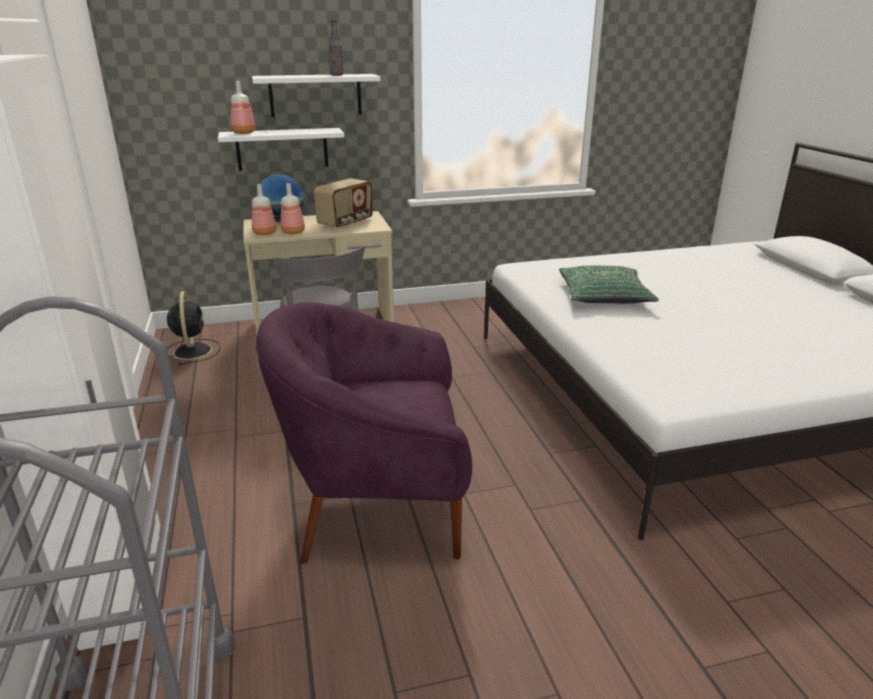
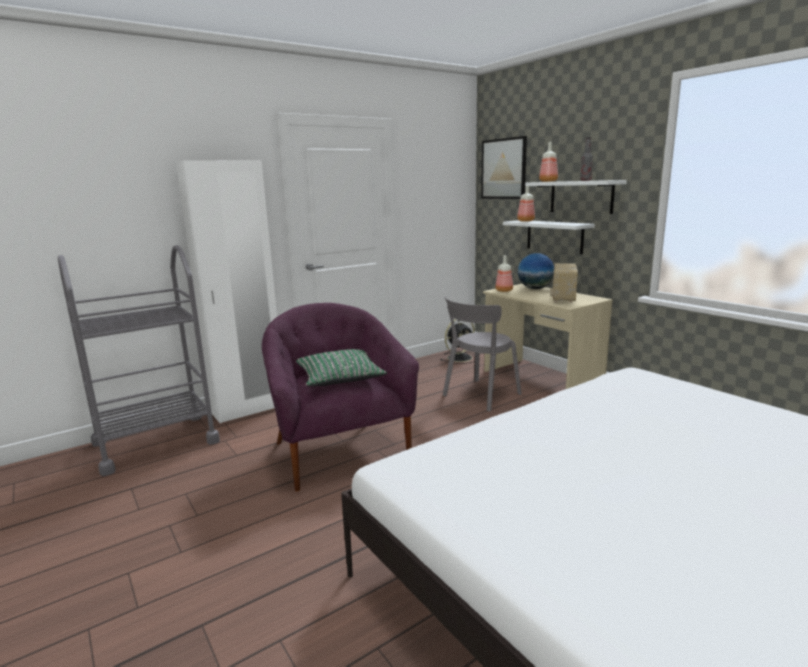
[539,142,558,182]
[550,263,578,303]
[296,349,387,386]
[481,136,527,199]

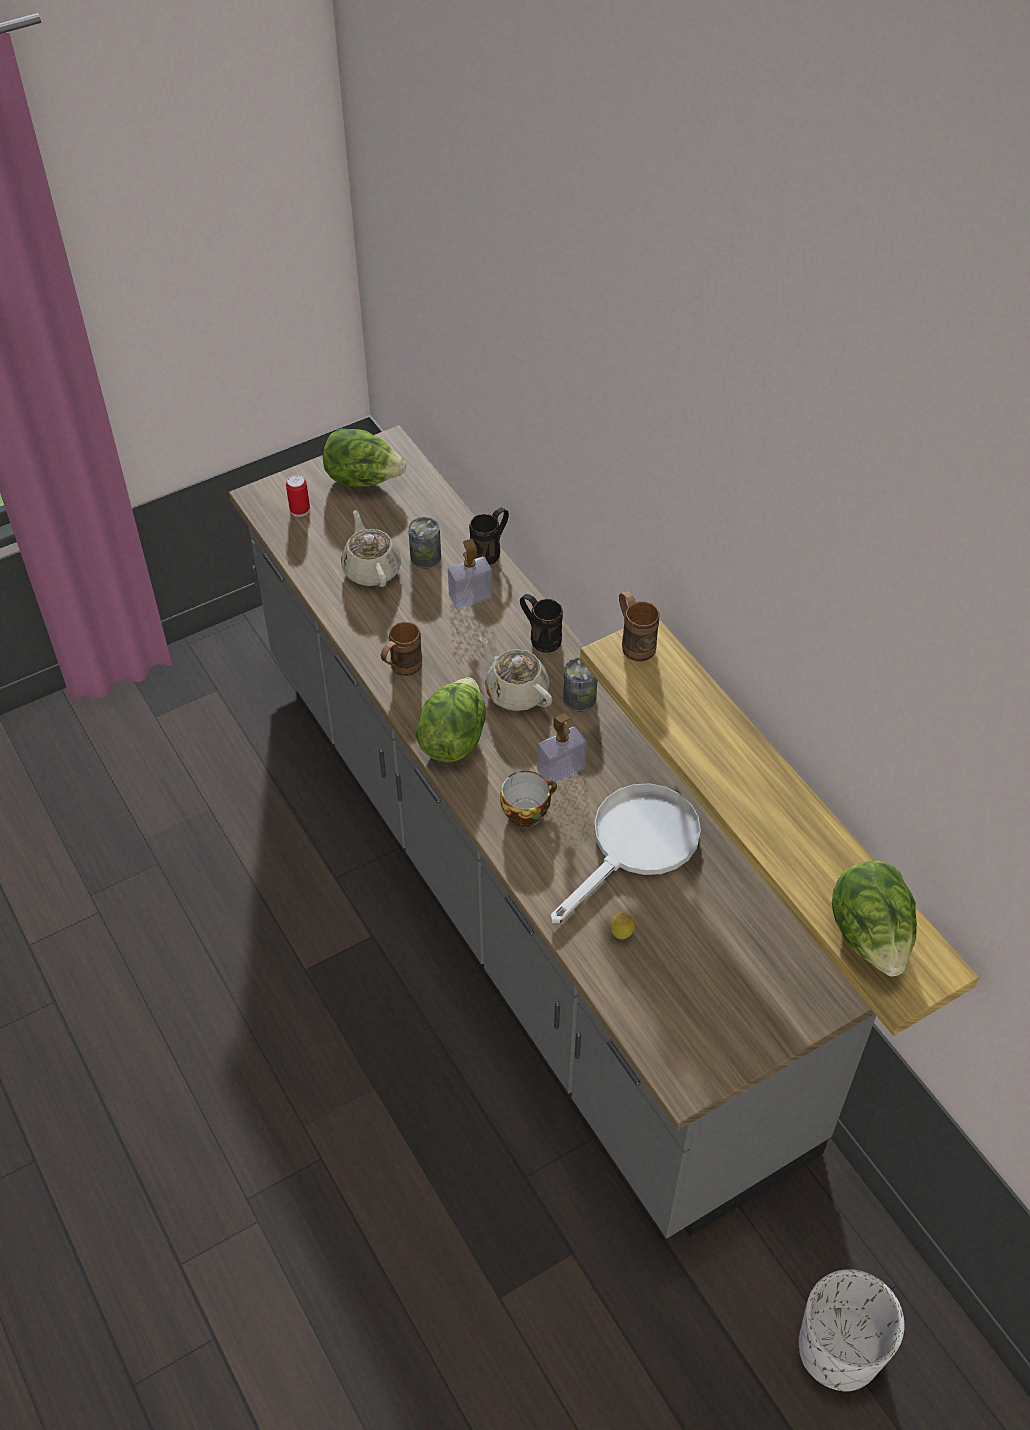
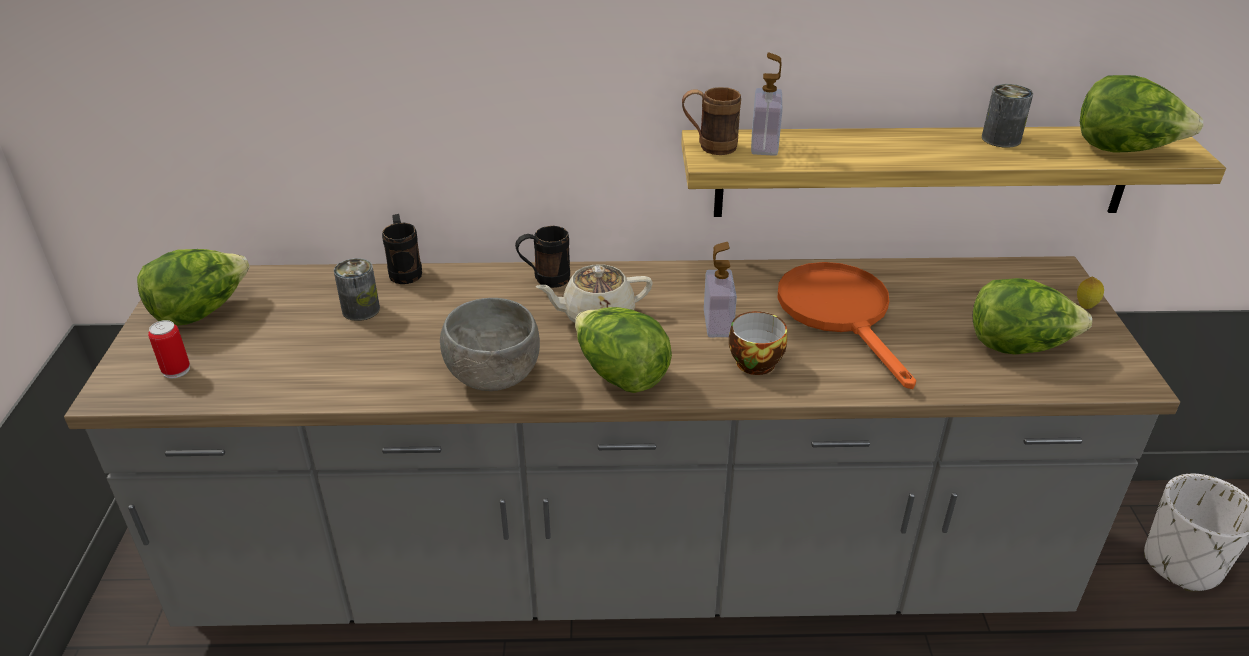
[341,510,401,587] (first image)
[440,298,540,391]
[751,52,782,156]
[777,262,916,389]
[982,84,1033,148]
[1077,277,1104,309]
[973,278,1092,355]

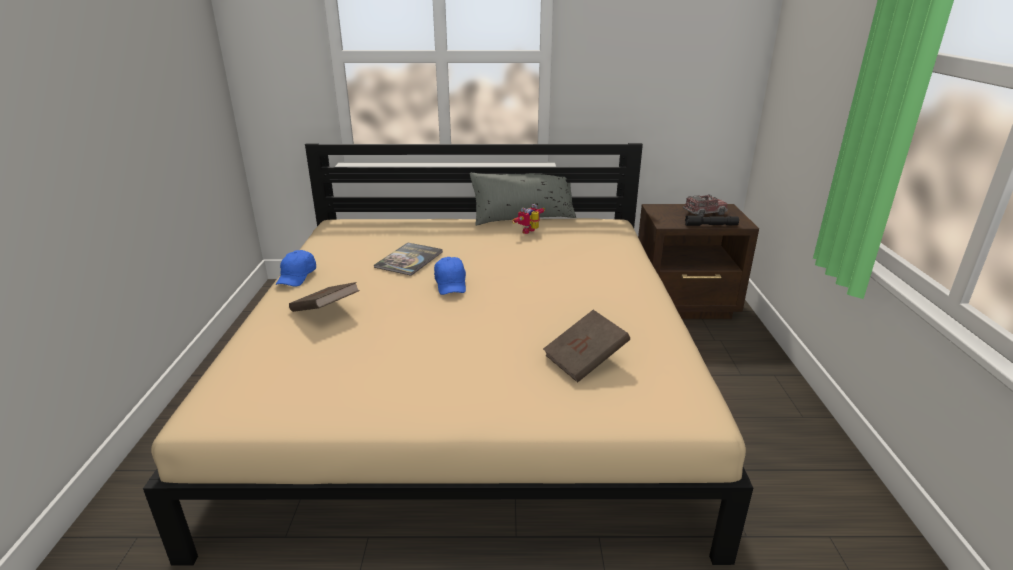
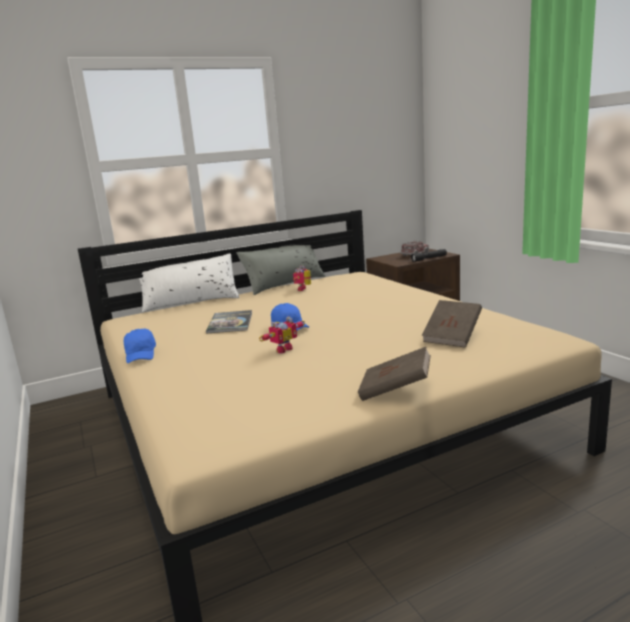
[358,347,431,401]
[139,253,240,312]
[259,316,305,353]

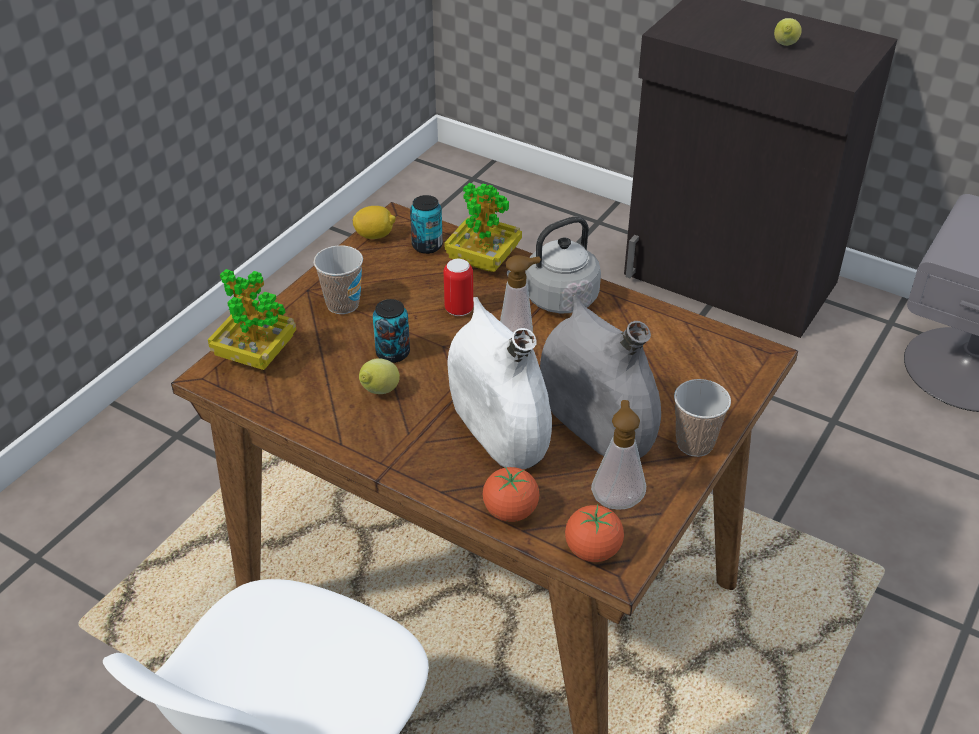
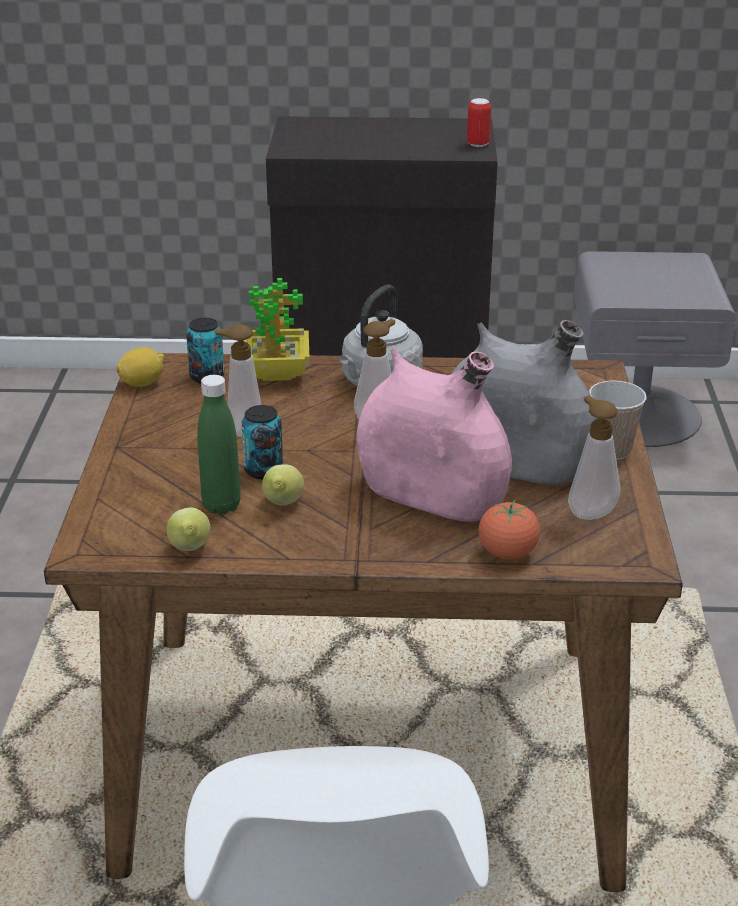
[208,269,296,370] (first image)
[313,245,363,314] (first image)
[467,98,492,147]
[357,348,512,522]
[565,504,624,562] (first image)
[167,507,210,551]
[197,375,241,515]
[214,324,261,437]

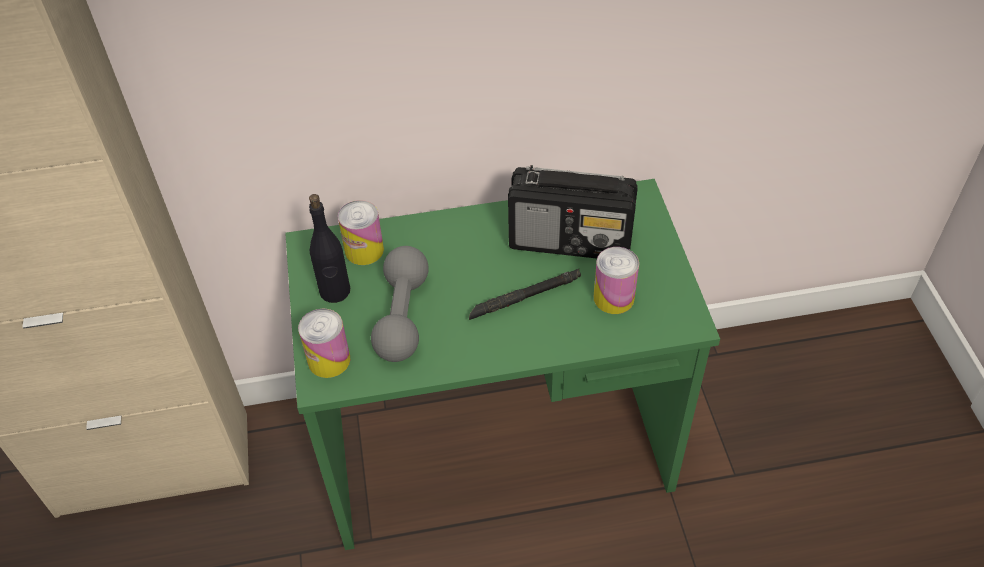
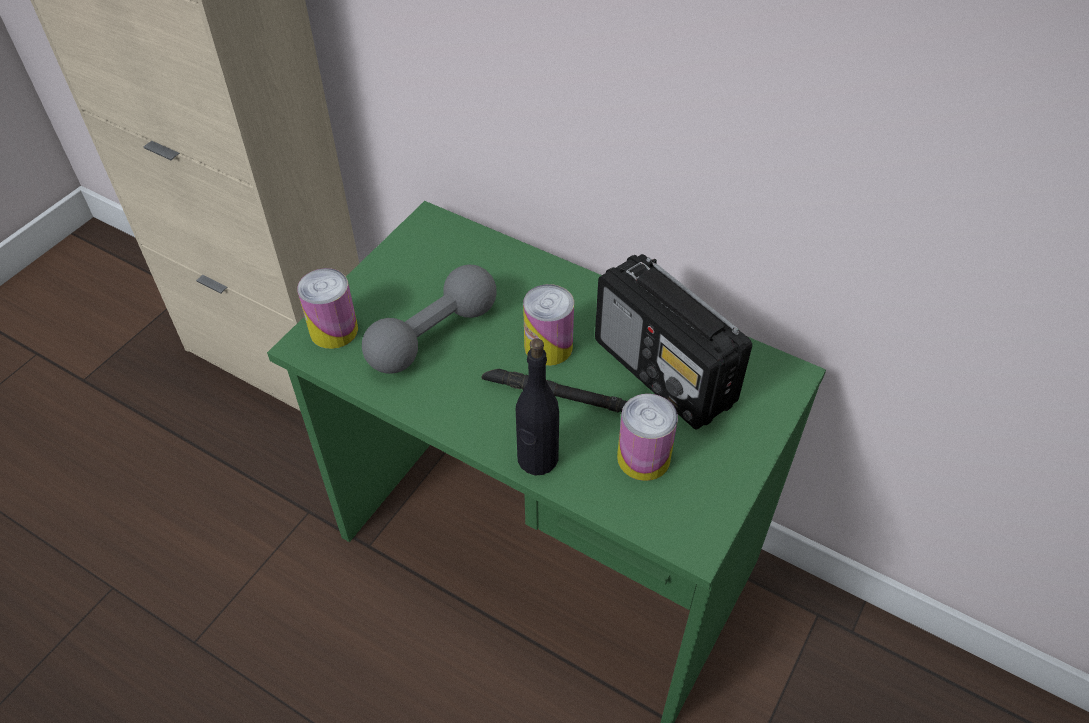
[516,338,559,476]
[523,284,574,366]

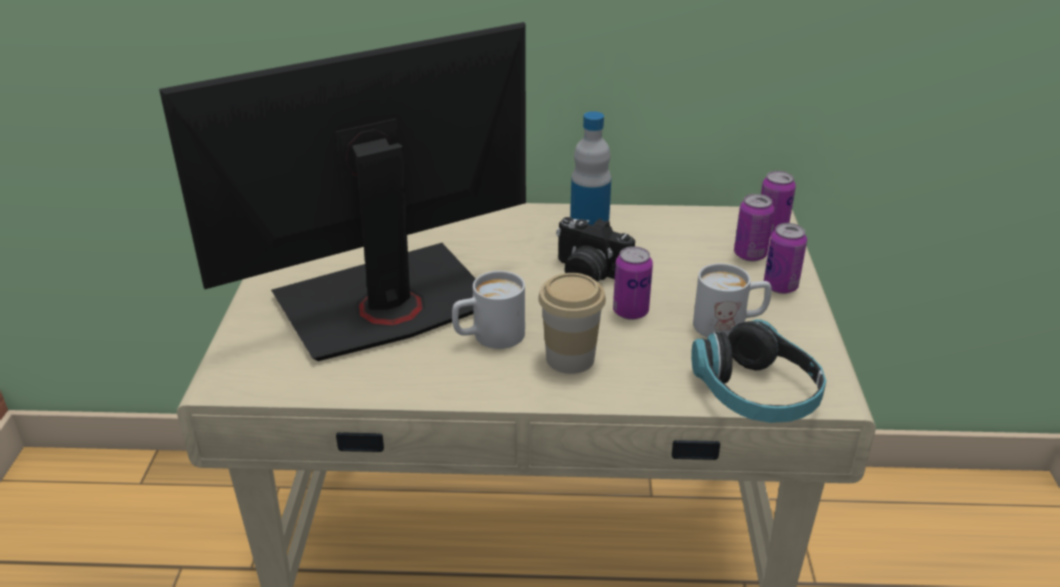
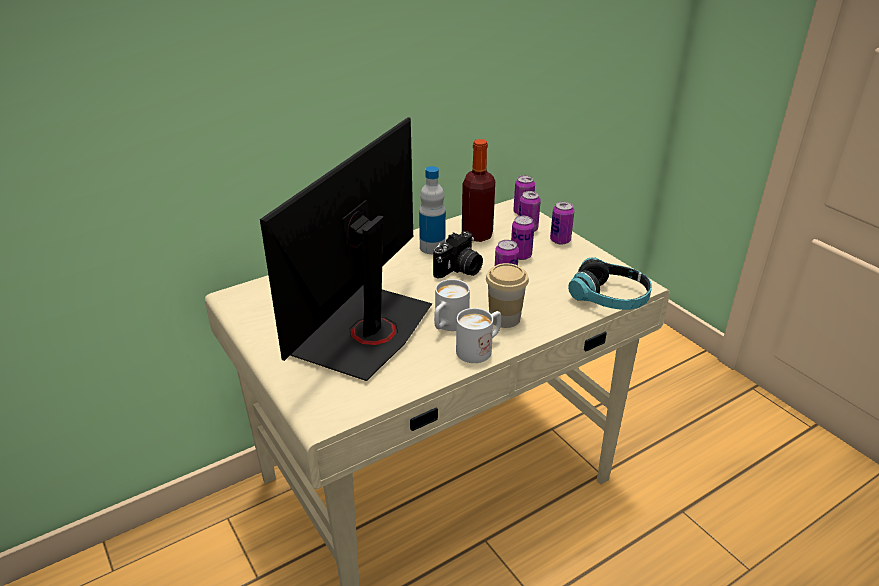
[433,231,483,279]
[456,308,501,363]
[462,139,495,242]
[511,216,534,260]

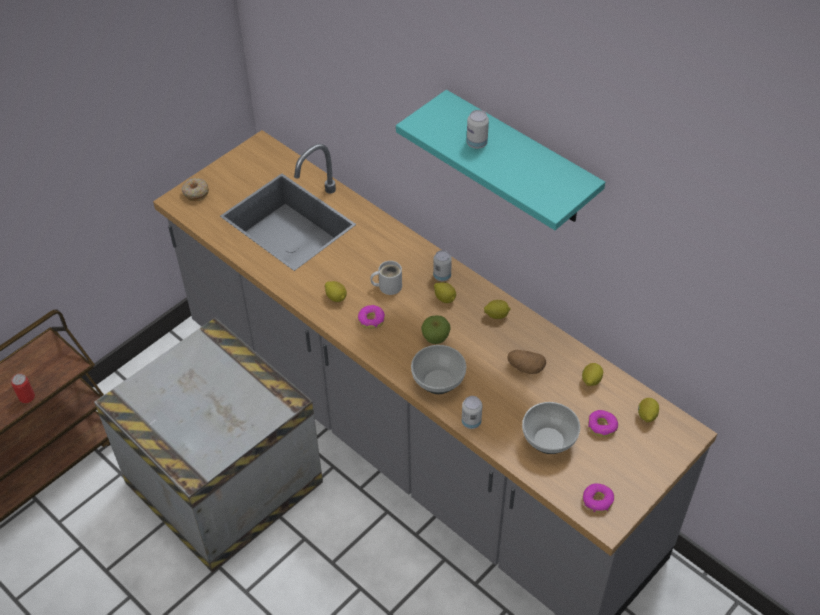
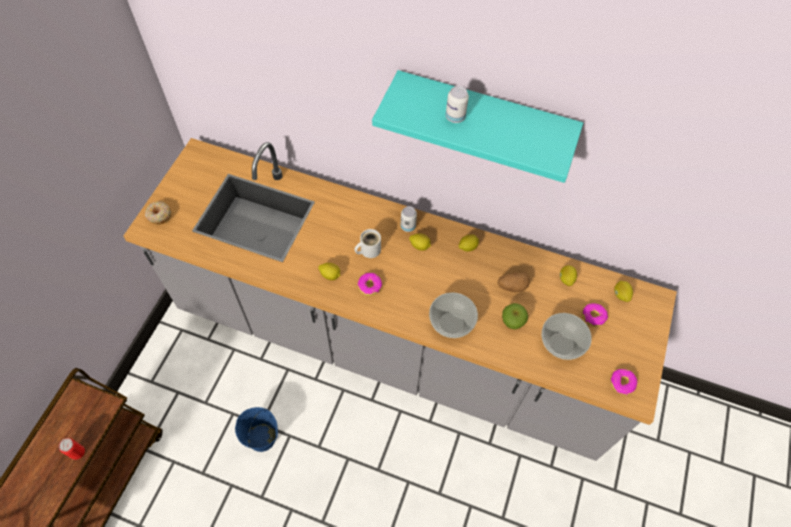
[235,407,278,452]
[502,303,528,329]
[462,396,482,429] (first image)

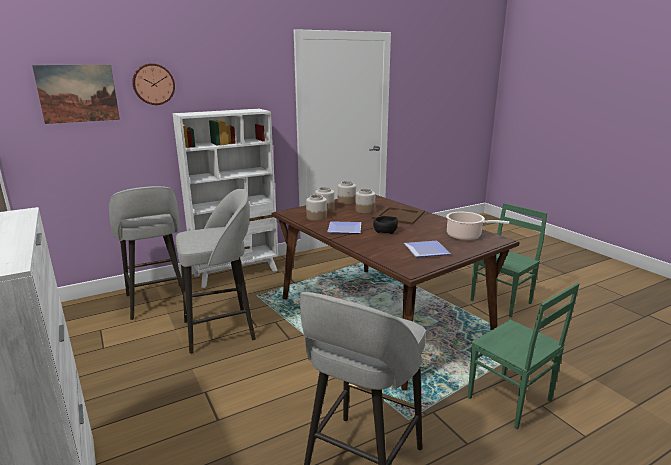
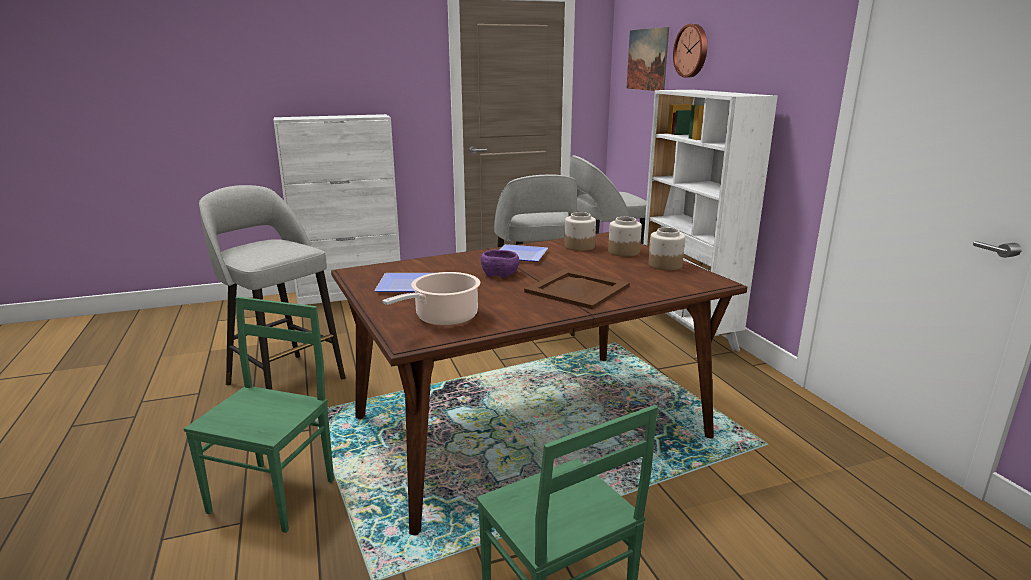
[356,189,375,214] (first image)
[481,250,519,278]
[184,297,334,533]

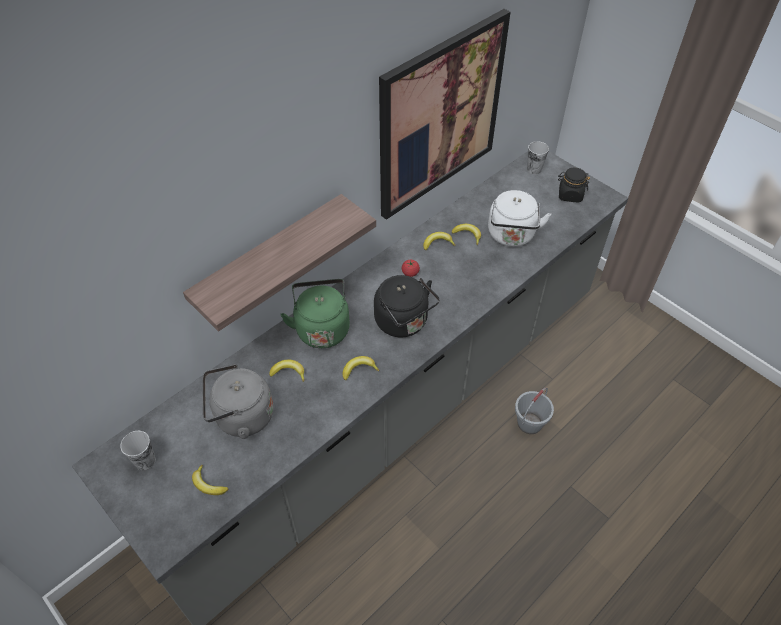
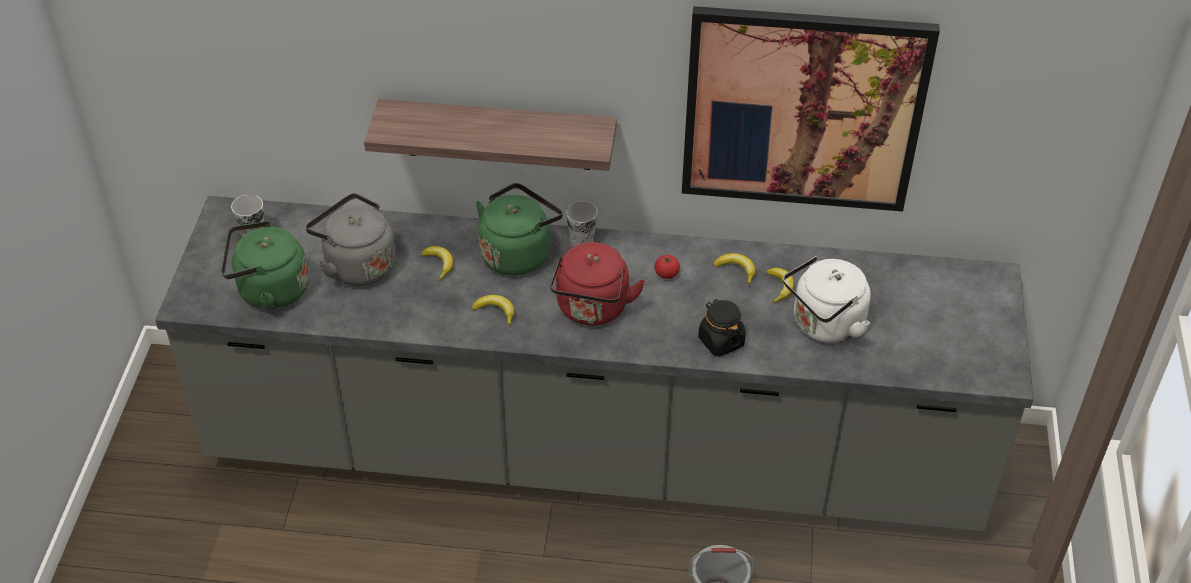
[221,221,309,310]
[550,242,645,325]
[566,201,598,247]
[698,299,746,357]

